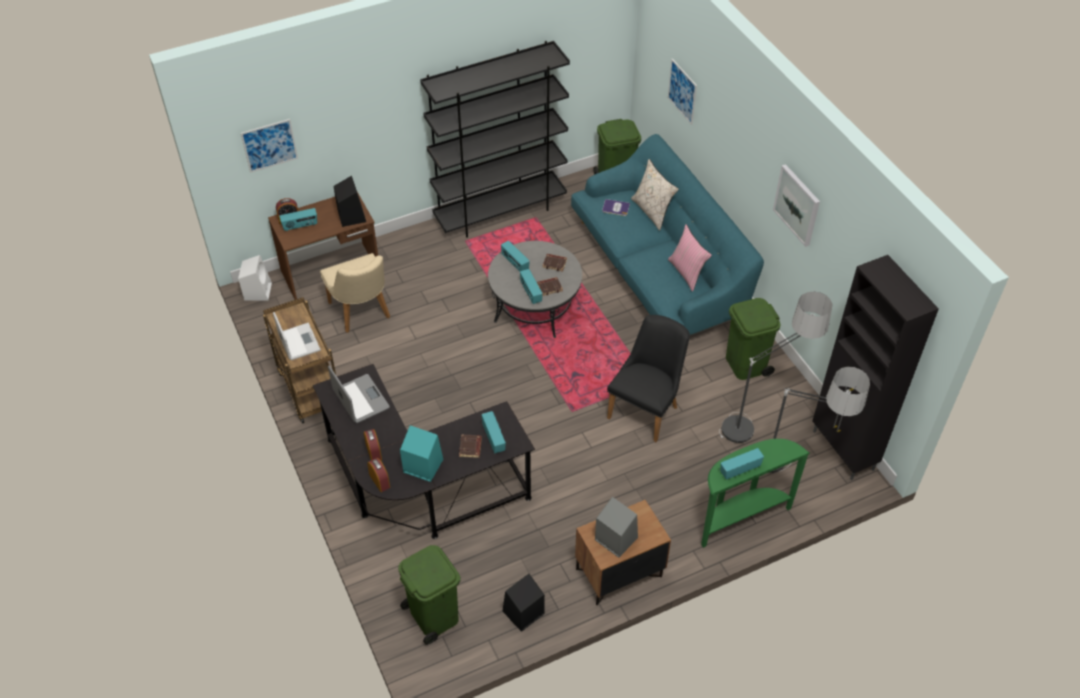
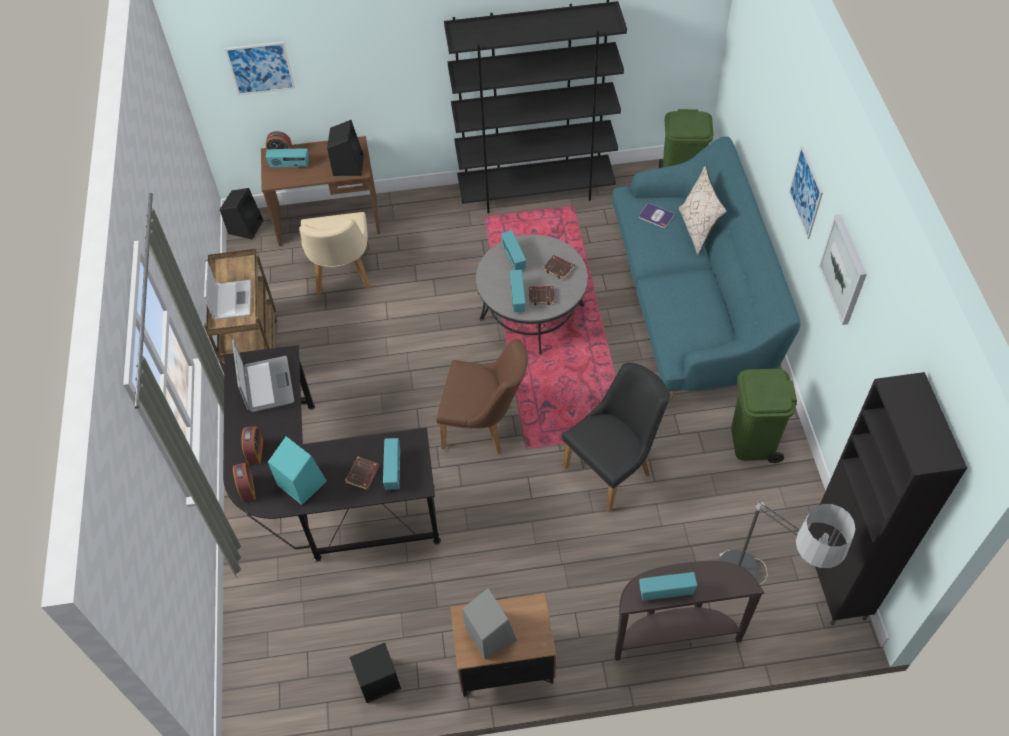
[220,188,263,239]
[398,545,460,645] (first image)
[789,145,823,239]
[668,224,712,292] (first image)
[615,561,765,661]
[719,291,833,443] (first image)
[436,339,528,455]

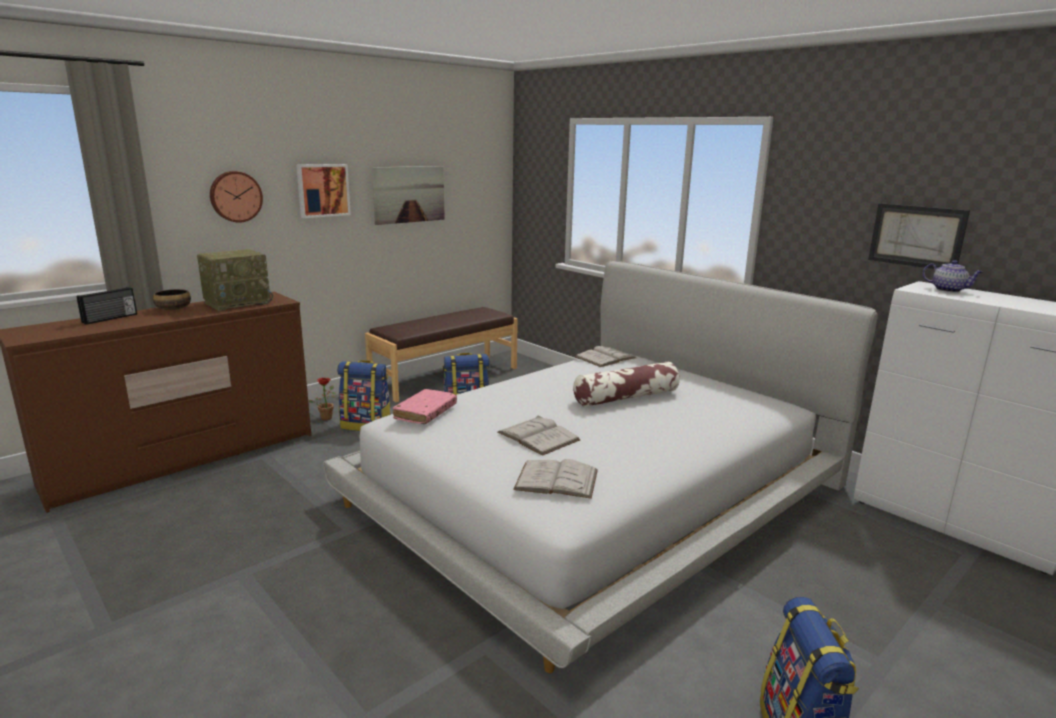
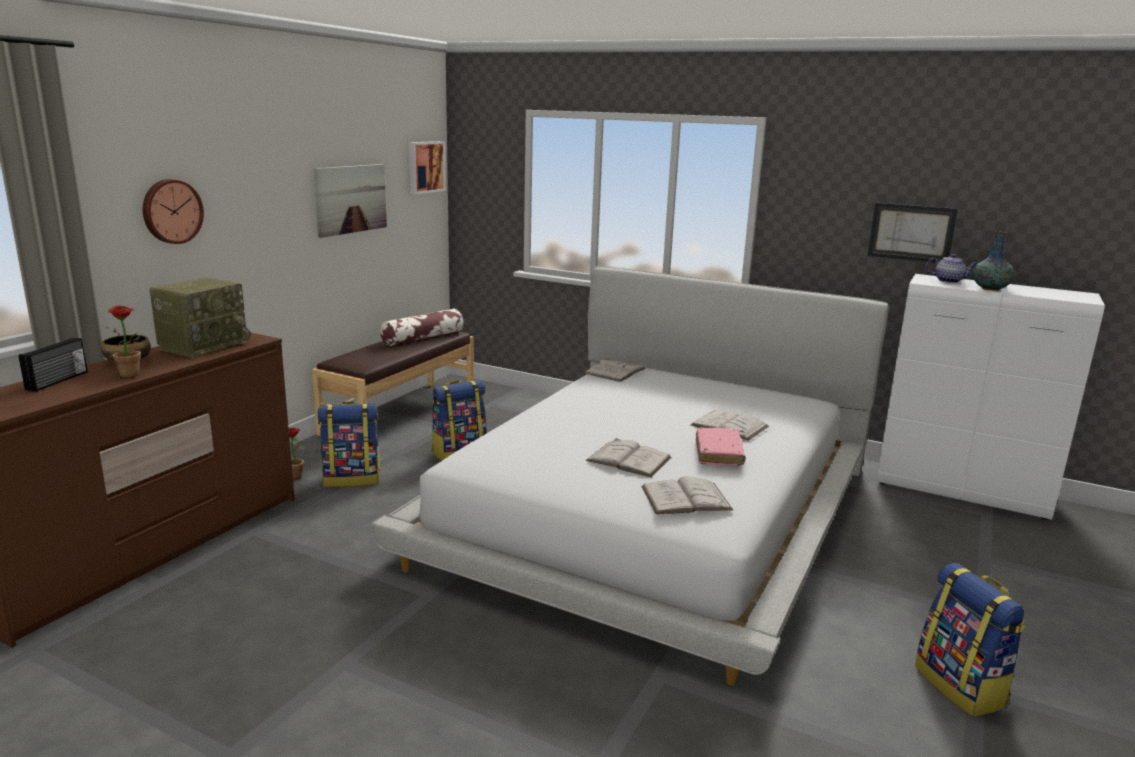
[409,141,445,194]
[695,427,745,465]
[380,308,463,346]
[105,306,141,378]
[691,410,769,441]
[973,231,1015,290]

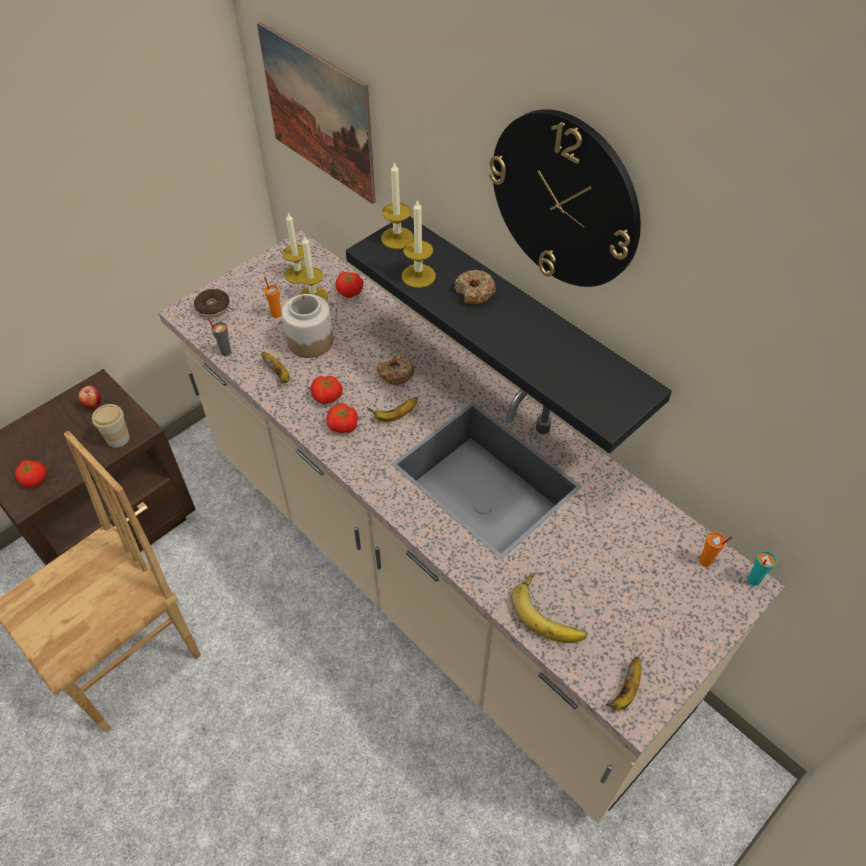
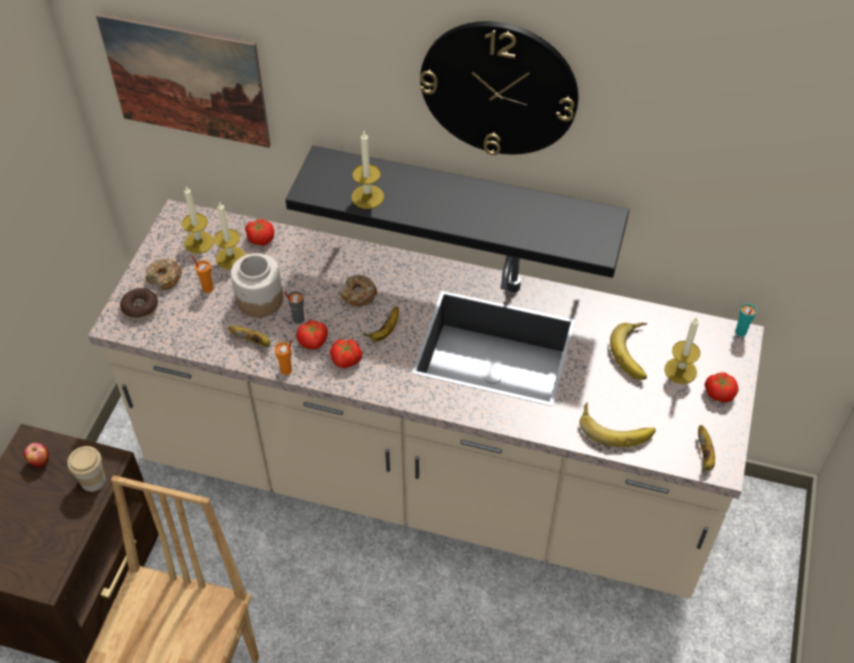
[705,372,739,402]
[285,291,304,324]
[664,317,700,384]
[145,258,182,290]
[275,340,292,375]
[610,323,647,380]

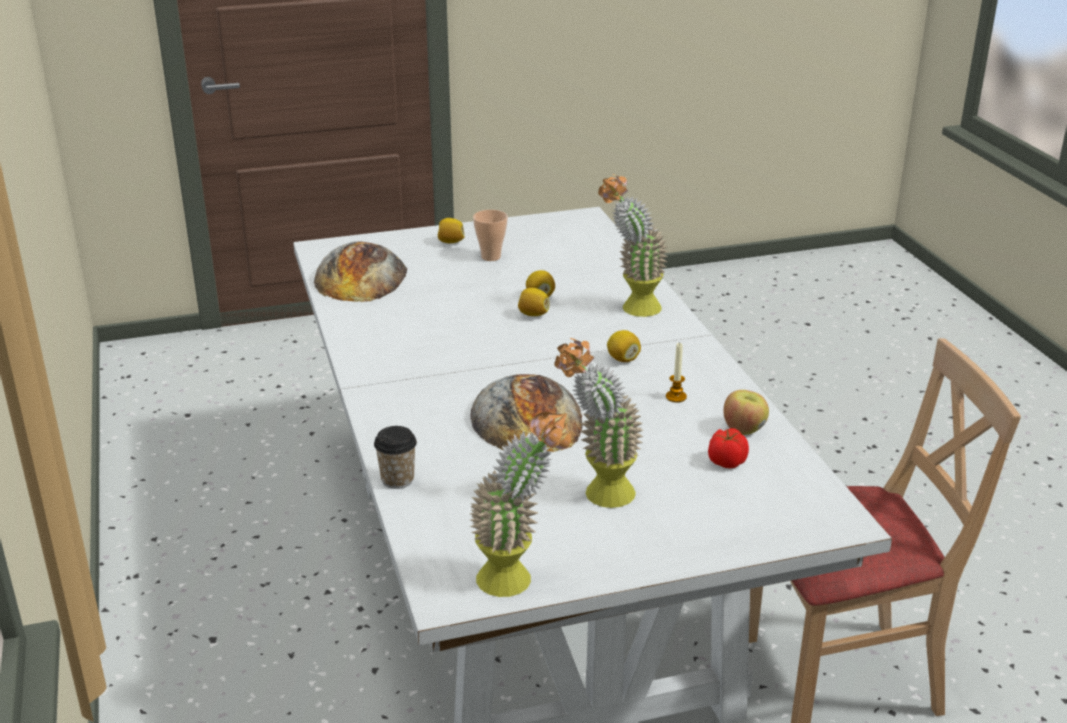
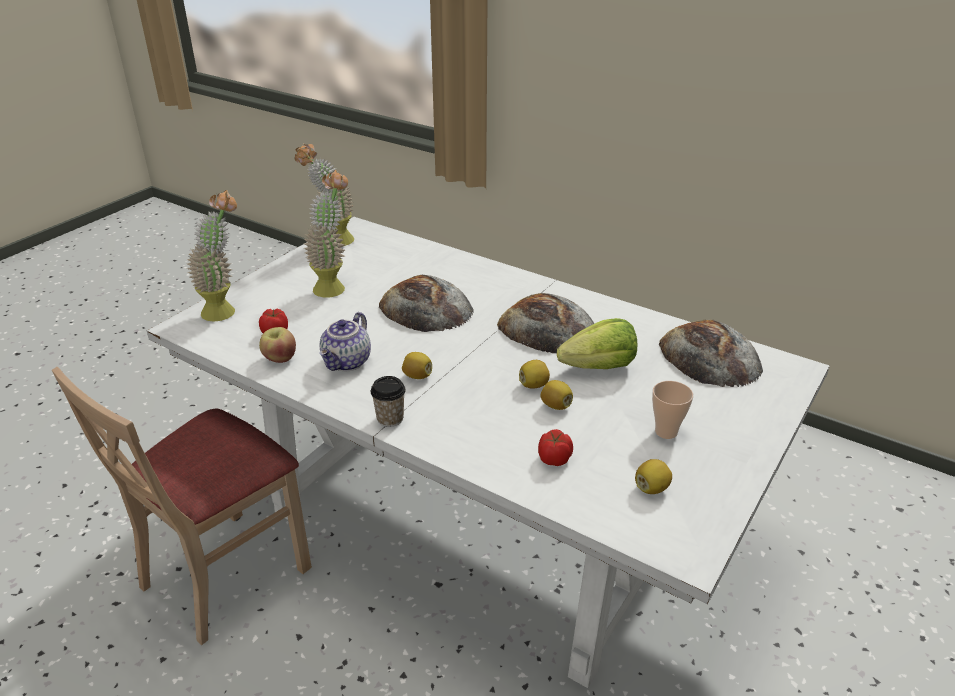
[371,376,406,427]
[635,459,672,494]
[187,190,237,321]
[320,312,371,371]
[497,293,594,353]
[538,429,573,466]
[557,318,637,369]

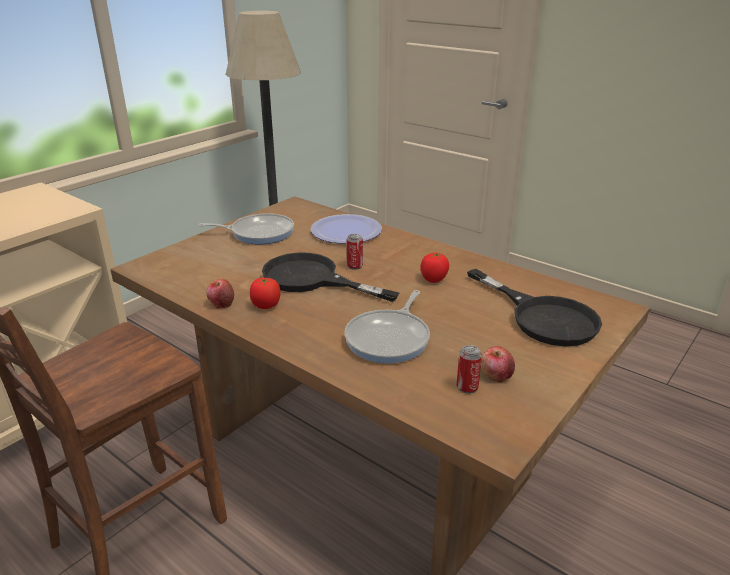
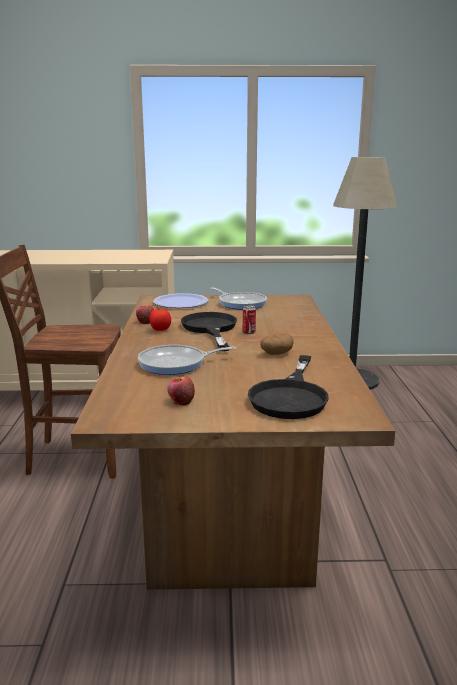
[153,293,209,308]
[260,333,294,355]
[456,345,482,394] (first image)

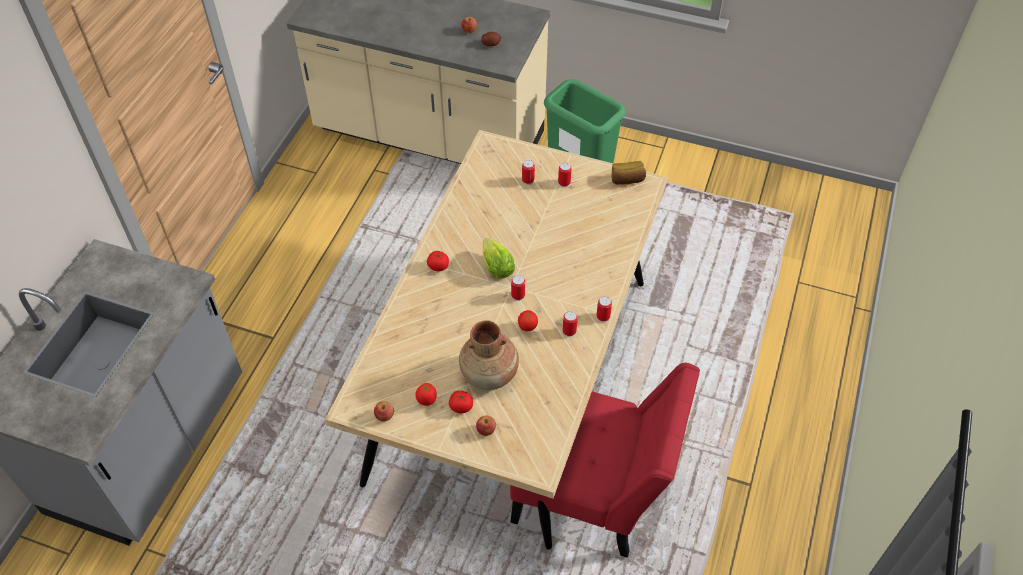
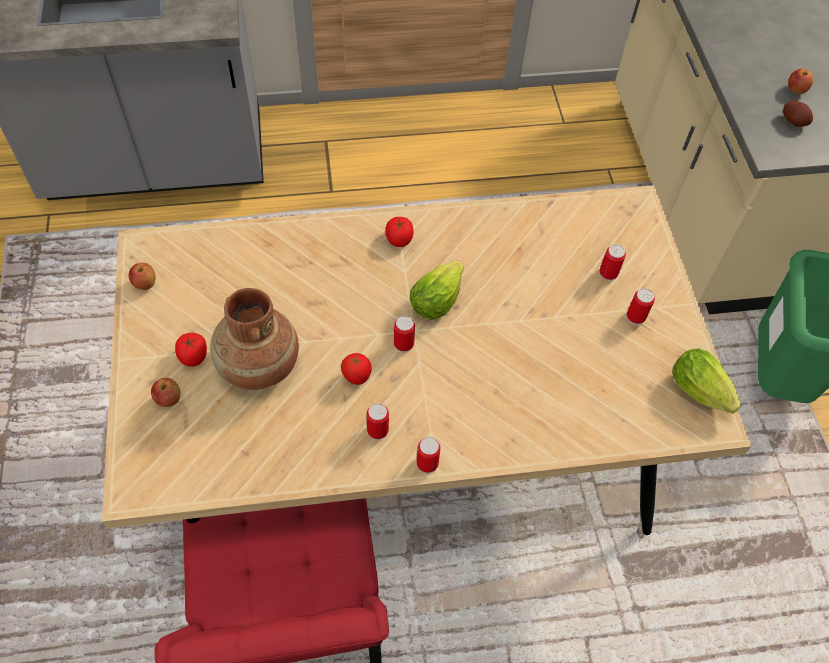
[415,383,437,406] (first image)
[672,348,741,414]

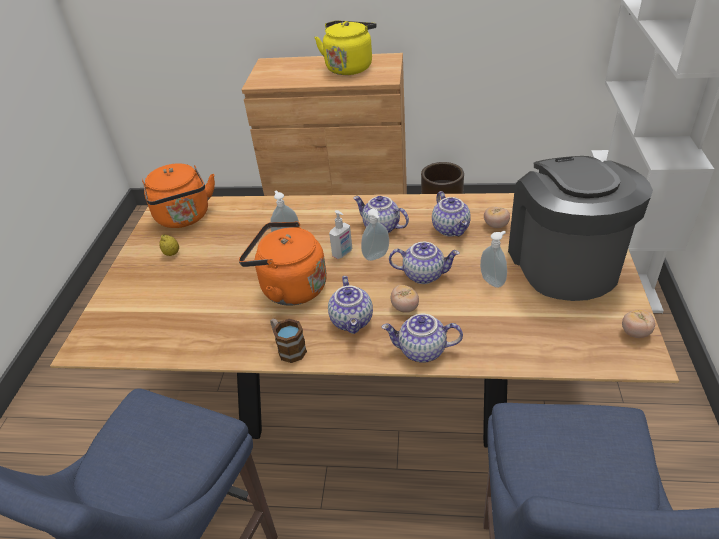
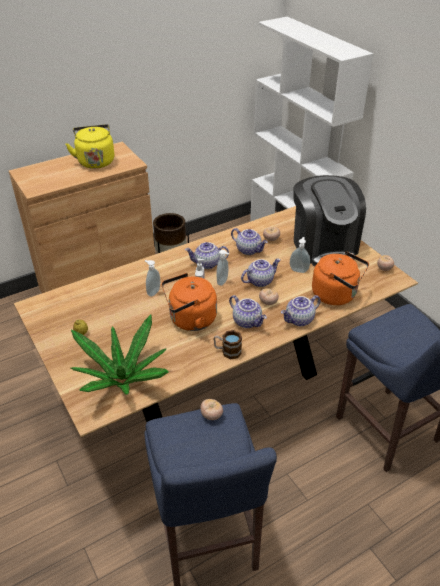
[312,251,369,305]
[293,175,366,267]
[70,315,169,395]
[200,399,223,420]

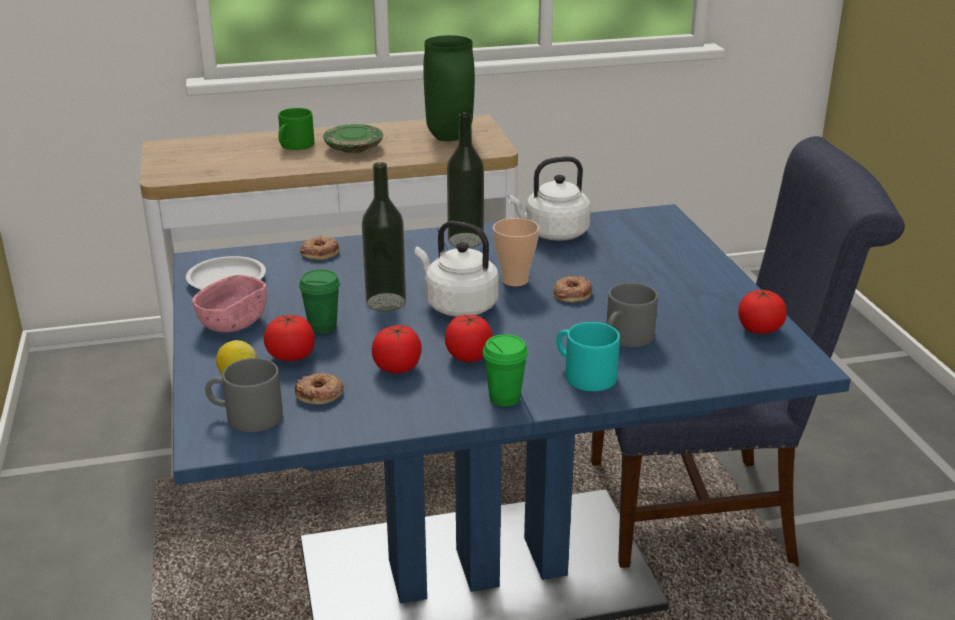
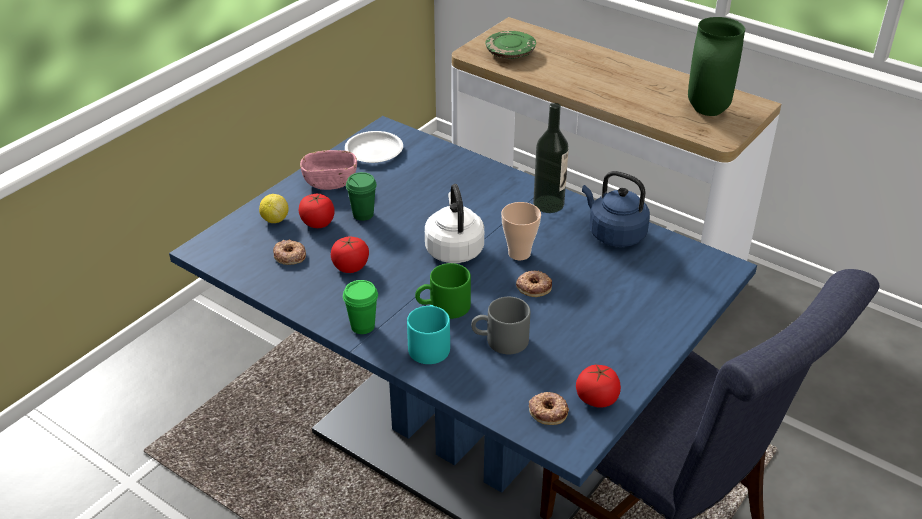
[205,358,283,432] (first image)
[415,263,471,319]
[529,392,569,425]
[486,31,536,59]
[362,162,406,312] (first image)
[445,315,493,362] (first image)
[582,171,650,247]

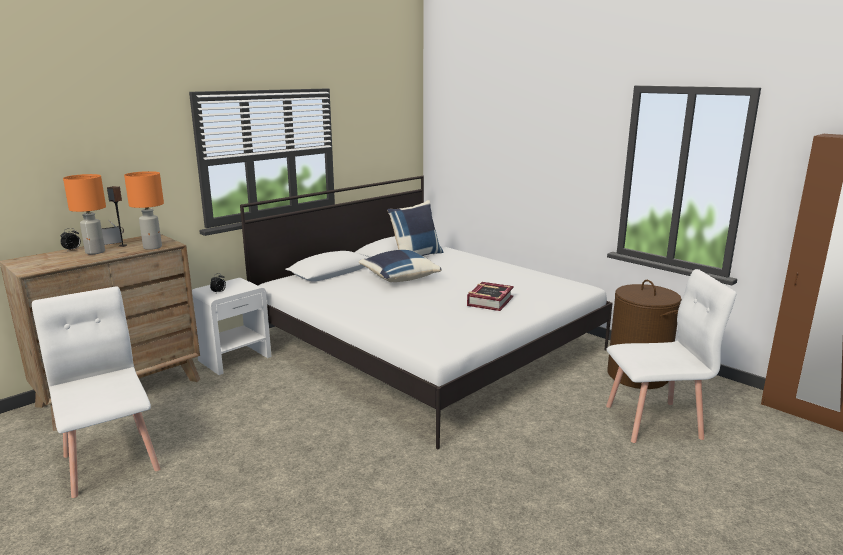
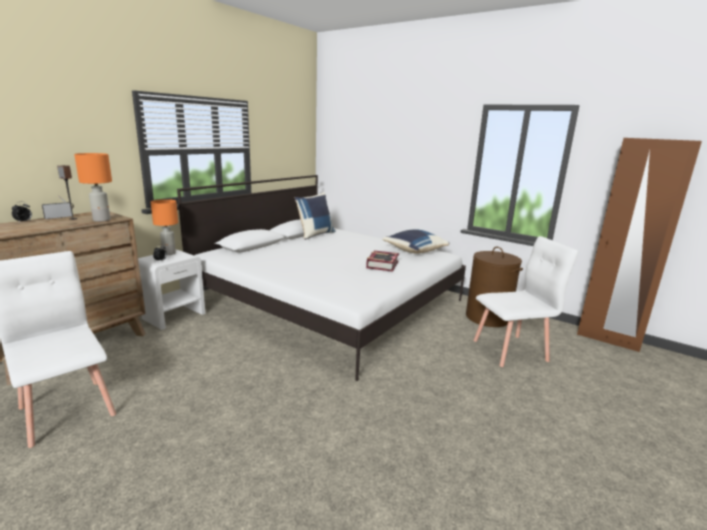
[151,199,178,255]
[382,229,449,253]

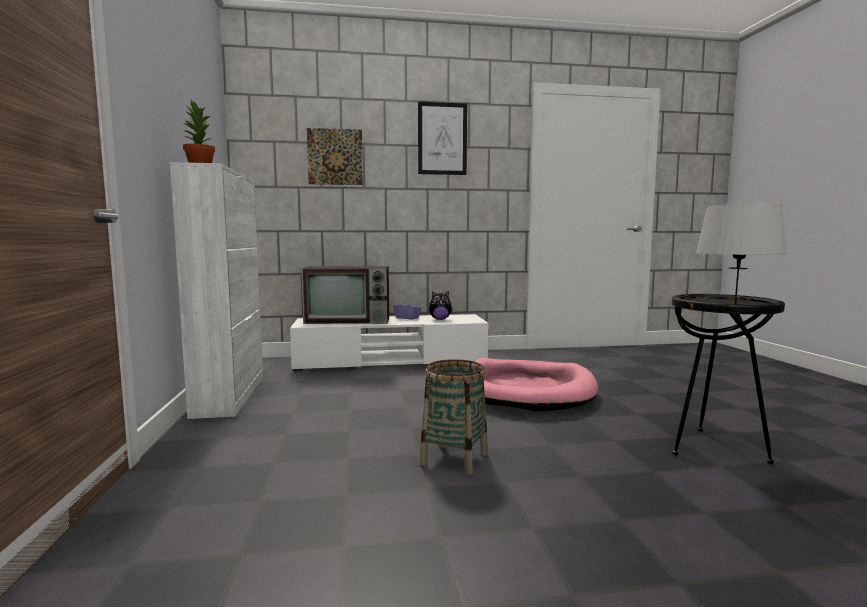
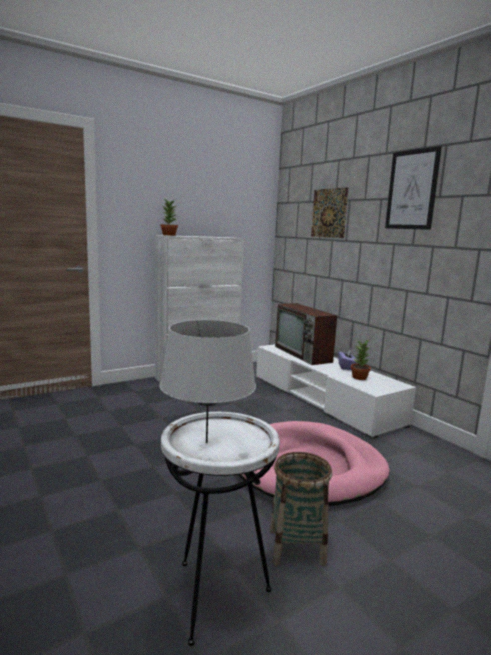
[270,452,332,567]
[351,340,371,380]
[161,412,280,646]

